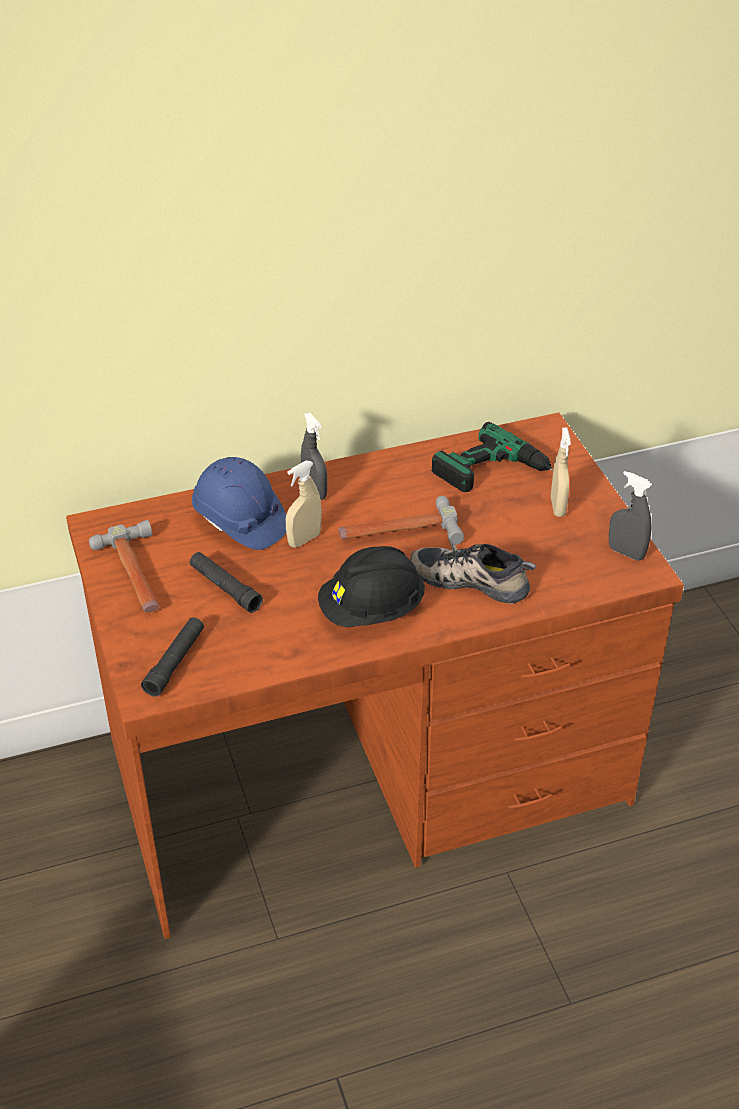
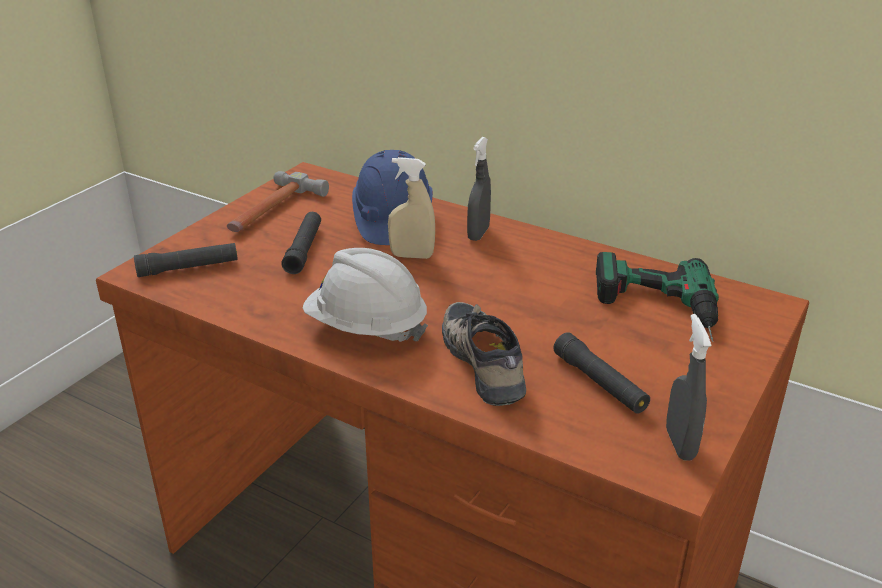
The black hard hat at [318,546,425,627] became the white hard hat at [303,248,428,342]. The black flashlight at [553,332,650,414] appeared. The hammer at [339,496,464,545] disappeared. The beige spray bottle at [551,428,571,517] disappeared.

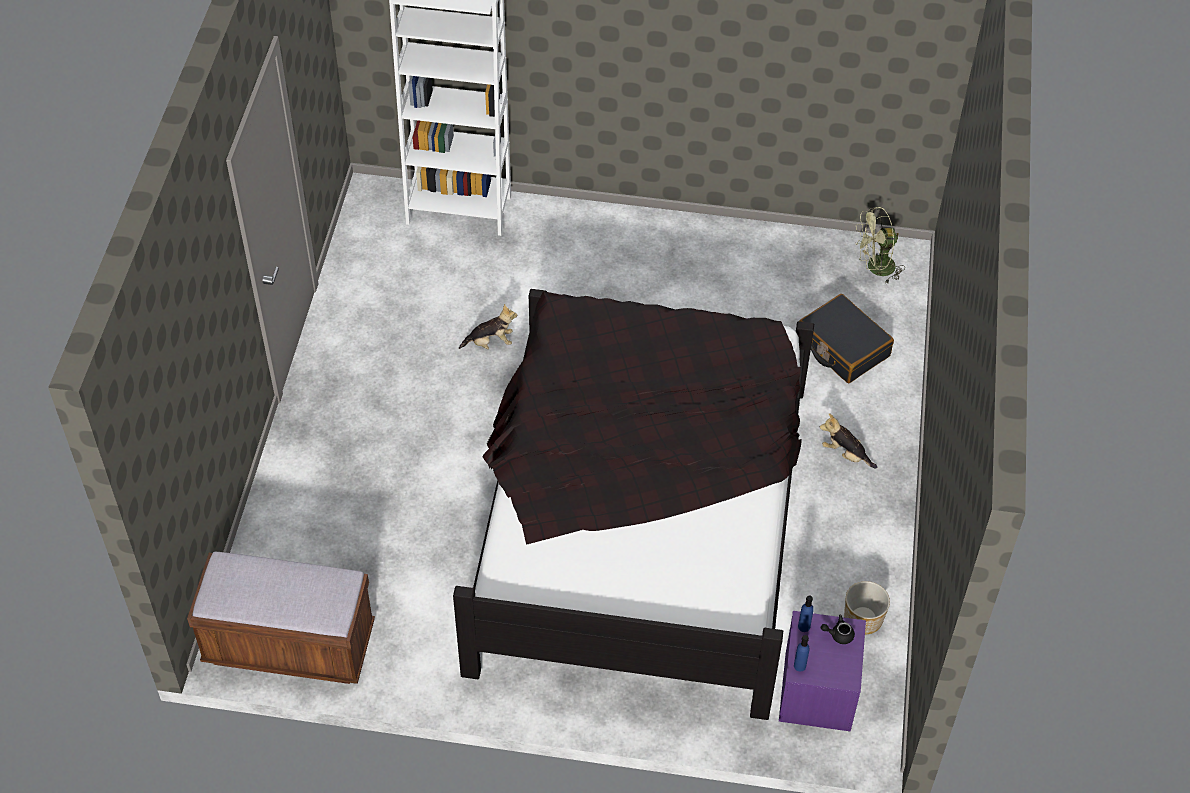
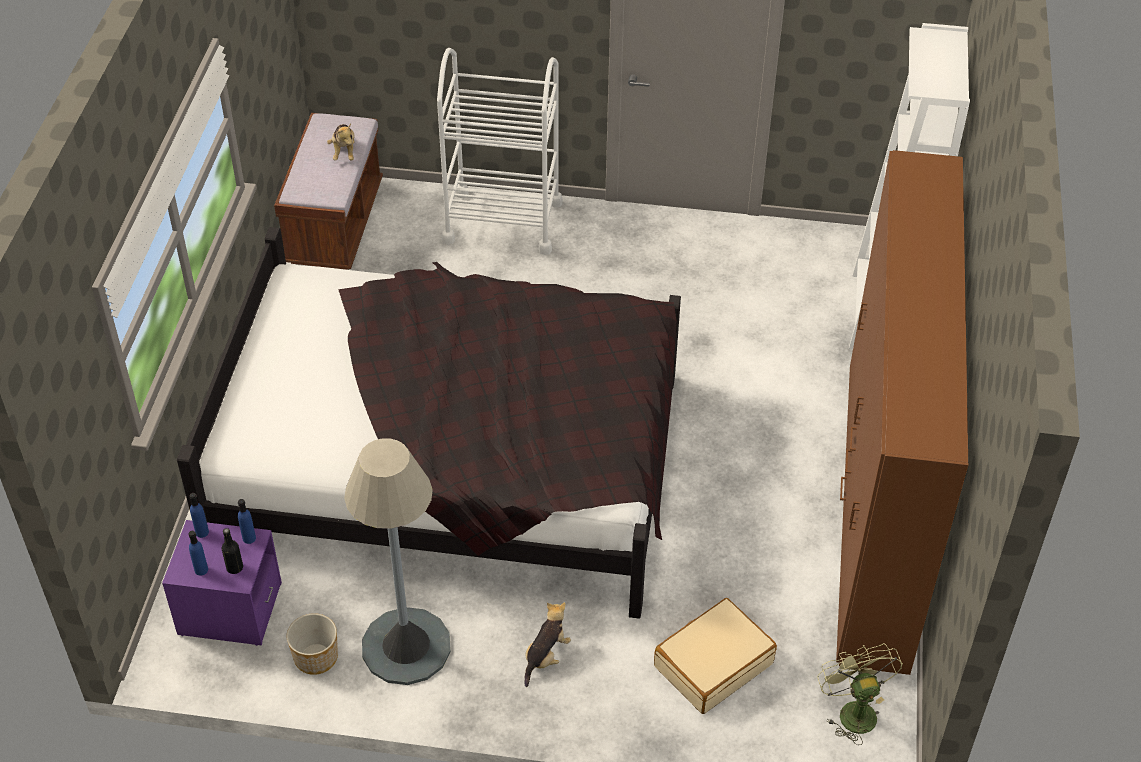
The blue bottle at [188,531,208,576] appeared. The black teapot at [821,615,855,644] was replaced by the black bottle at [222,528,243,574]. The plush toy moved from [459,304,517,349] to [327,124,355,161]. The grey floor lamp at [344,438,451,685] appeared. The white cart at [437,48,563,255] appeared. The black suitcase at [800,294,894,383] became the beige suitcase at [654,598,777,714]. The brown wardrobe at [836,150,968,675] appeared.

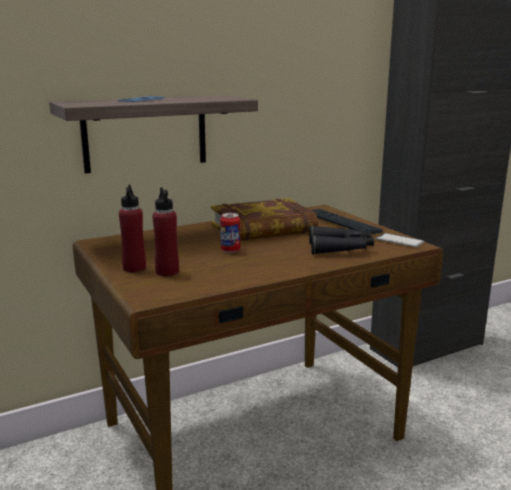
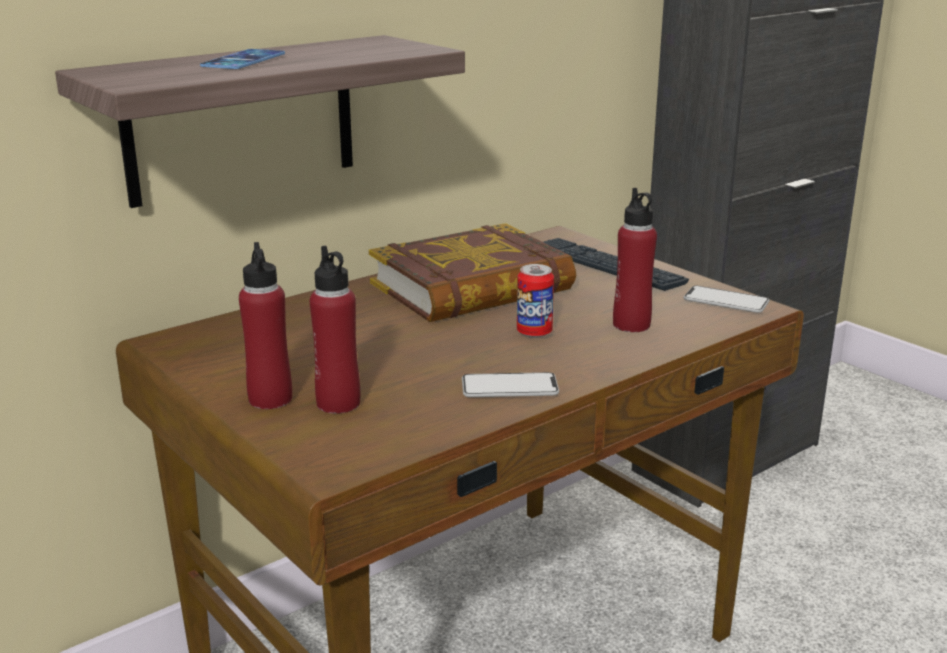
The phone at [462,372,559,397] appeared. The can moved from [220,213,240,253] to [517,264,554,338]. The black binoculars at [309,226,374,255] was replaced by the red bottle at [613,188,657,332].

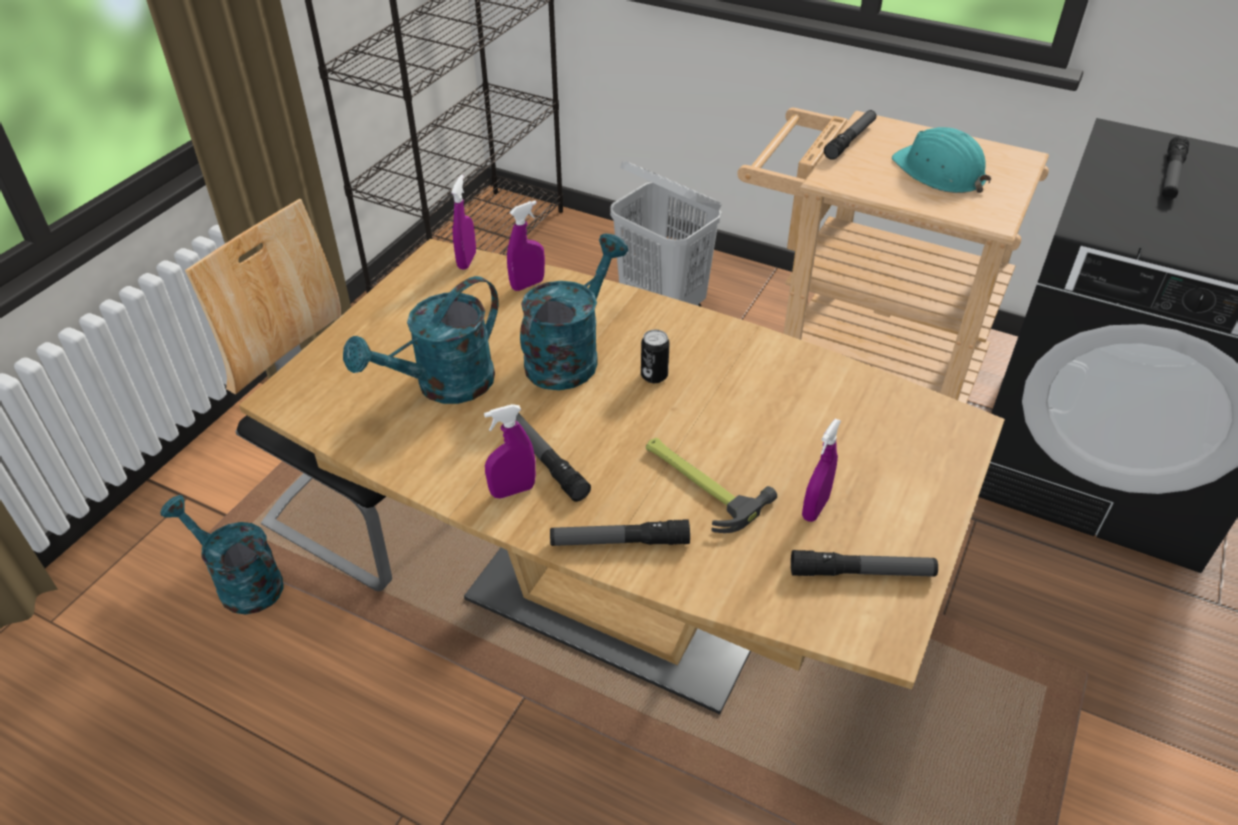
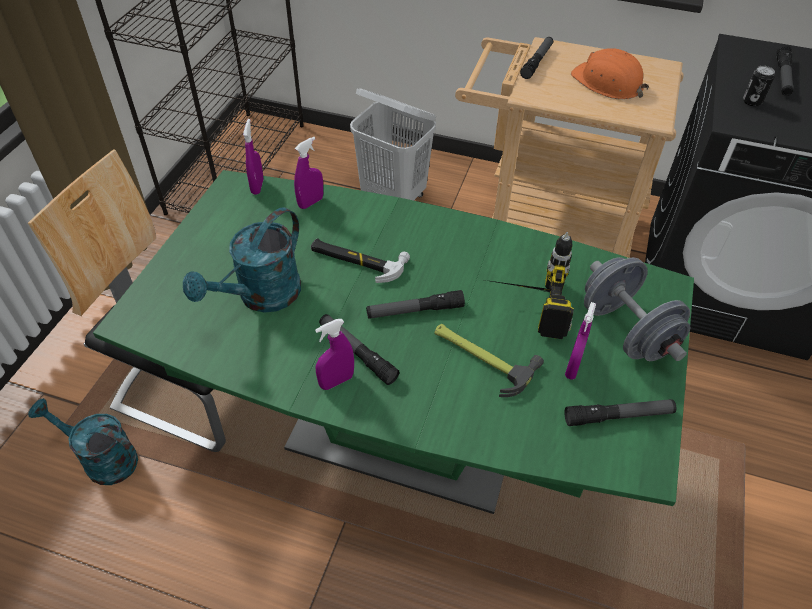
The brown dining table at [239,239,1005,714] became the green dining table at [93,170,694,514]. The turquoise watering can at [520,233,628,390] was replaced by the hammer at [311,238,410,283]. The flashlight moved from [550,519,690,546] to [366,290,465,319]. The power drill at [486,232,574,339] appeared. The turquoise hard hat at [892,126,991,193] became the orange hard hat at [571,48,649,99]. The grey dumbbell at [584,257,690,361] appeared. The can moved from [641,330,670,383] to [743,66,775,106].

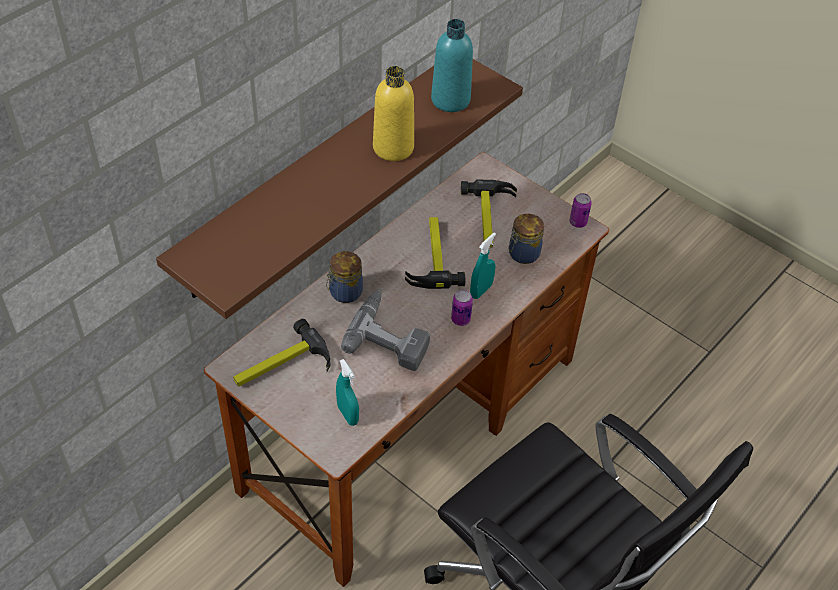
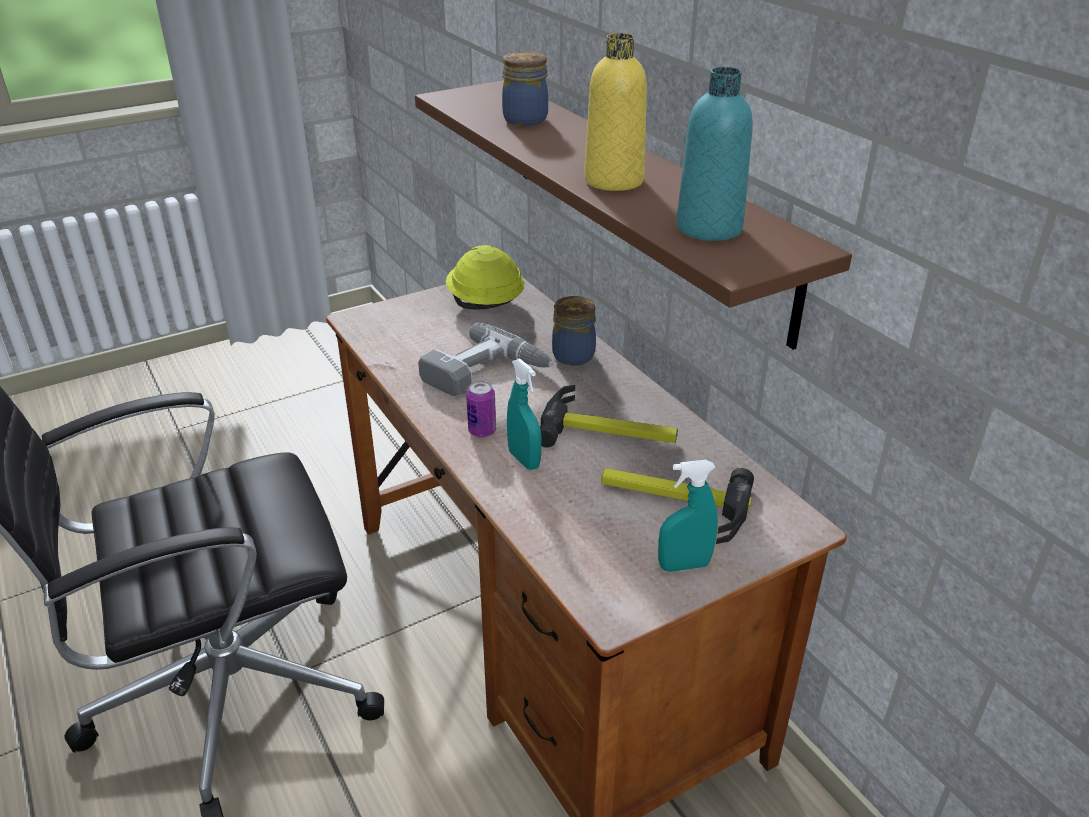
The hammer at [233,319,330,387] was replaced by the yellow hard hat at [446,245,525,310]. The jar moved from [508,214,544,264] to [502,52,548,126]. The turquoise spray bottle moved from [336,359,359,426] to [658,460,718,572]. The can at [570,193,592,228] disappeared.

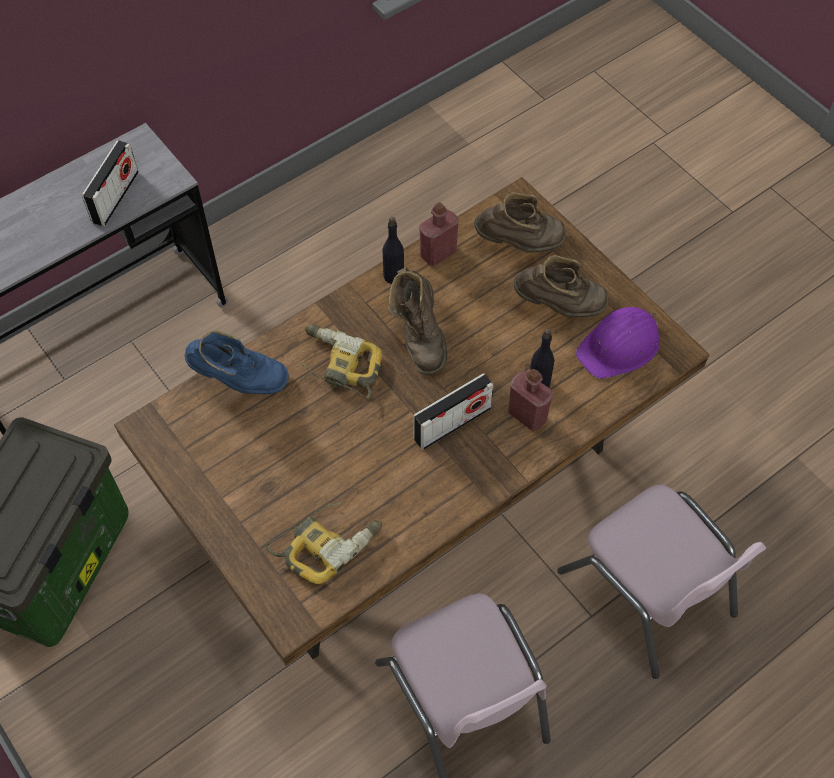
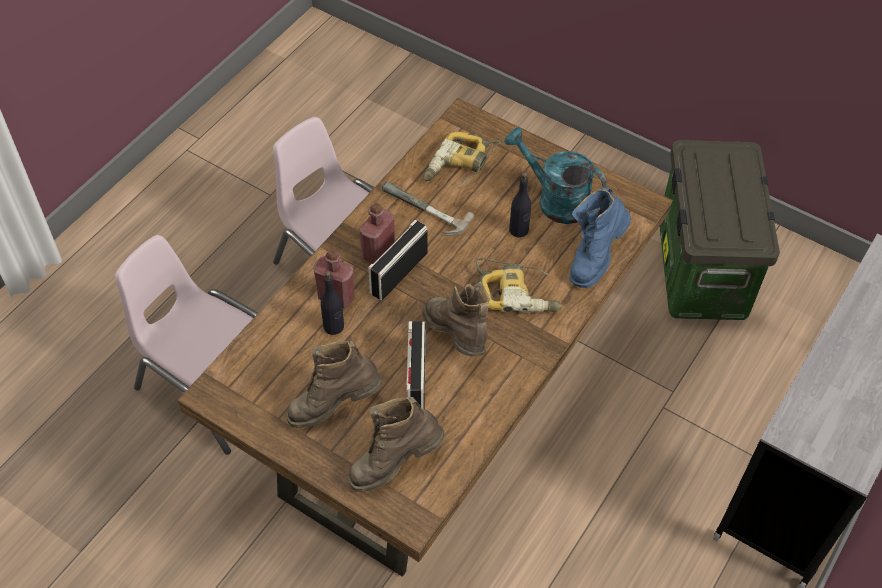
The red bottle moved from [419,202,459,266] to [359,203,395,264]. The hammer at [382,182,475,236] appeared. The radio moved from [82,140,139,226] to [407,321,426,409]. The turquoise watering can at [504,127,607,224] appeared. The black bottle moved from [383,217,404,284] to [509,172,531,237]. The blue boot at [185,330,289,394] turned 45 degrees counterclockwise. The purple hard hat at [576,307,660,379] disappeared.

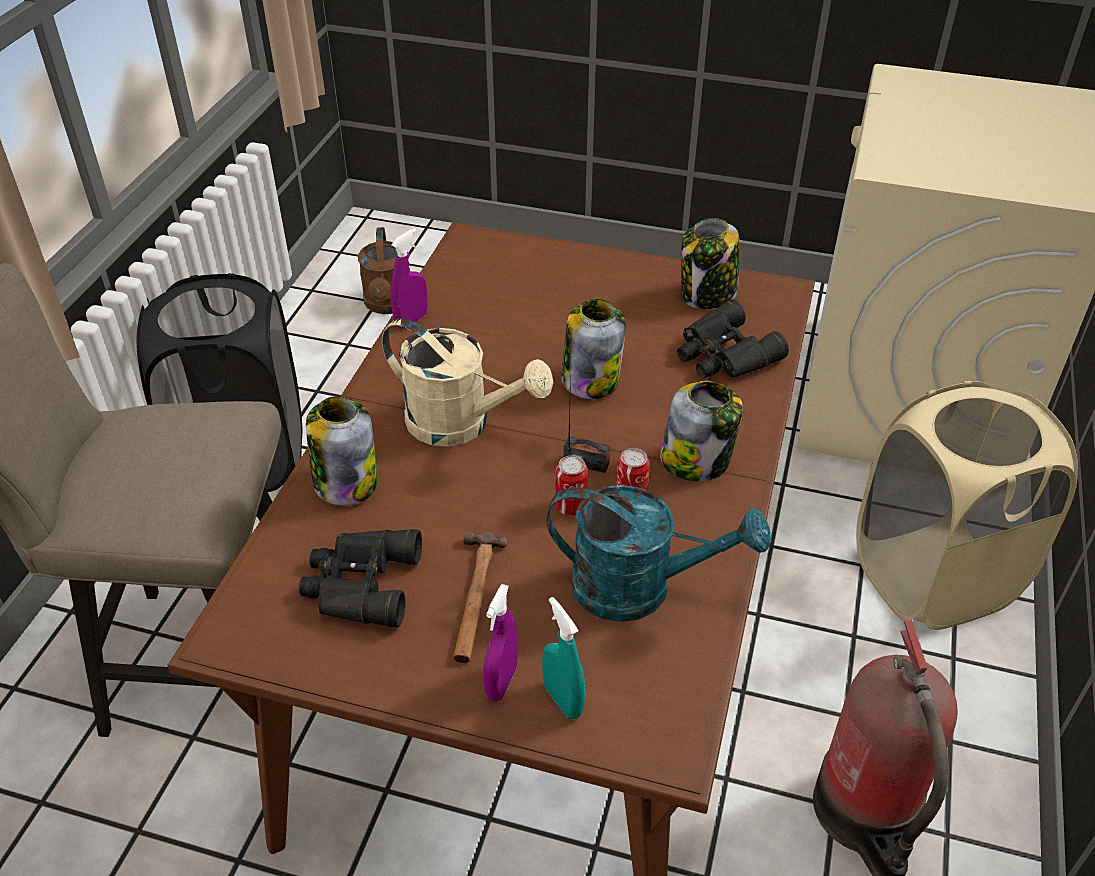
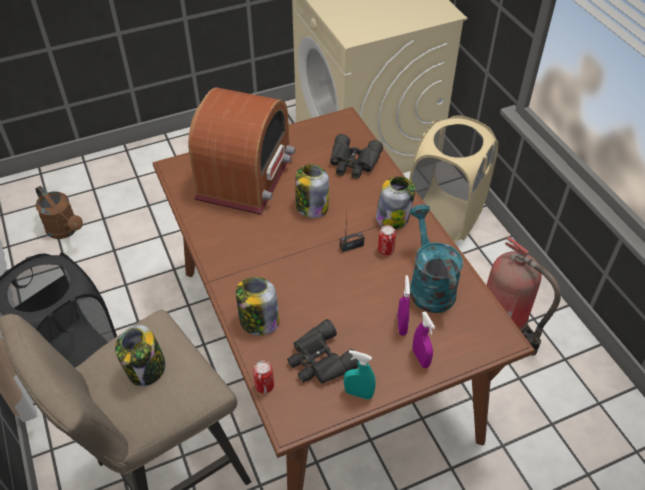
The jar moved from [681,218,739,309] to [115,325,166,387]. The radio at [188,87,295,215] appeared. The can moved from [555,455,588,516] to [253,361,274,394]. The turquoise spray bottle moved from [542,597,585,719] to [344,350,376,400]. The purple spray bottle moved from [390,228,428,329] to [397,275,410,336]. The turquoise watering can at [546,485,771,622] turned 75 degrees counterclockwise. The beige watering can at [382,318,553,447] disappeared. The hammer at [453,531,507,663] disappeared.

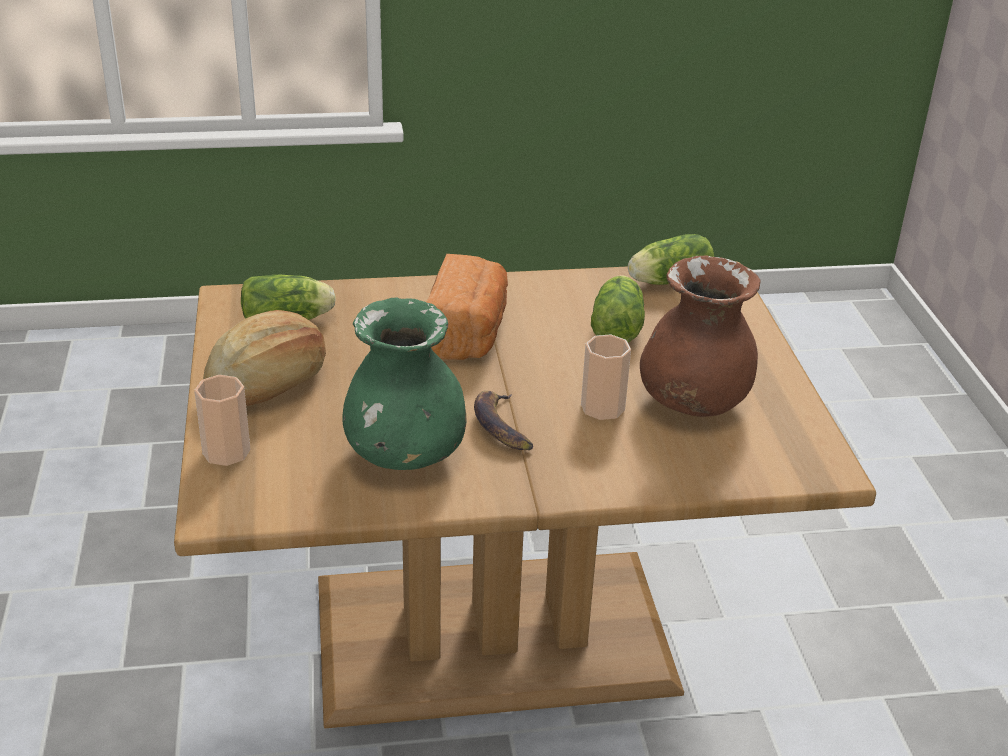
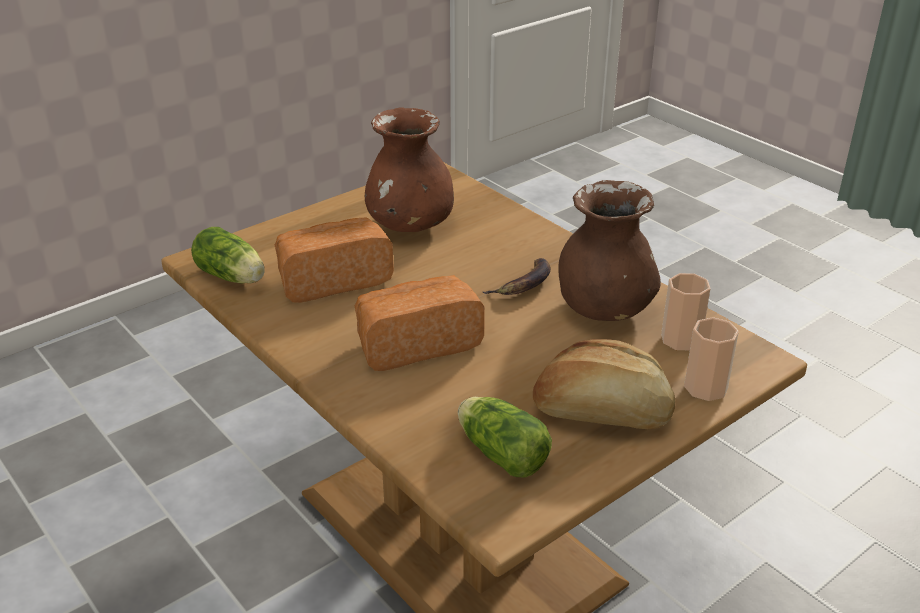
The lettuce at [591,275,645,342] was replaced by the bread at [274,217,394,303]. The green vase at [342,298,466,470] became the brown vase at [558,180,661,321]. The cup moved from [581,334,631,420] to [661,273,711,350].

